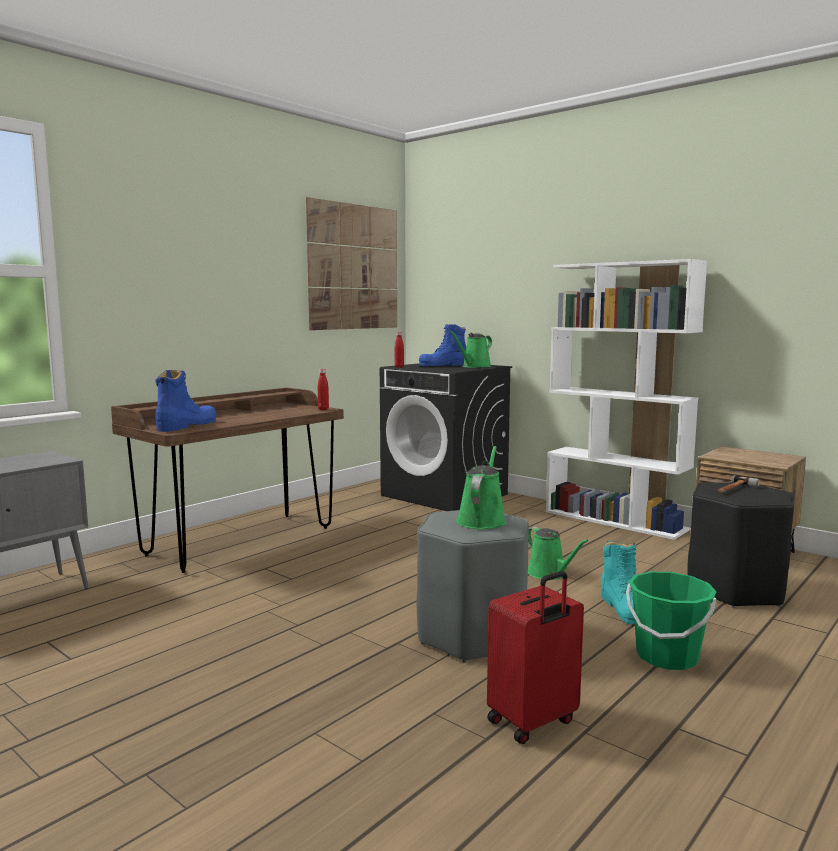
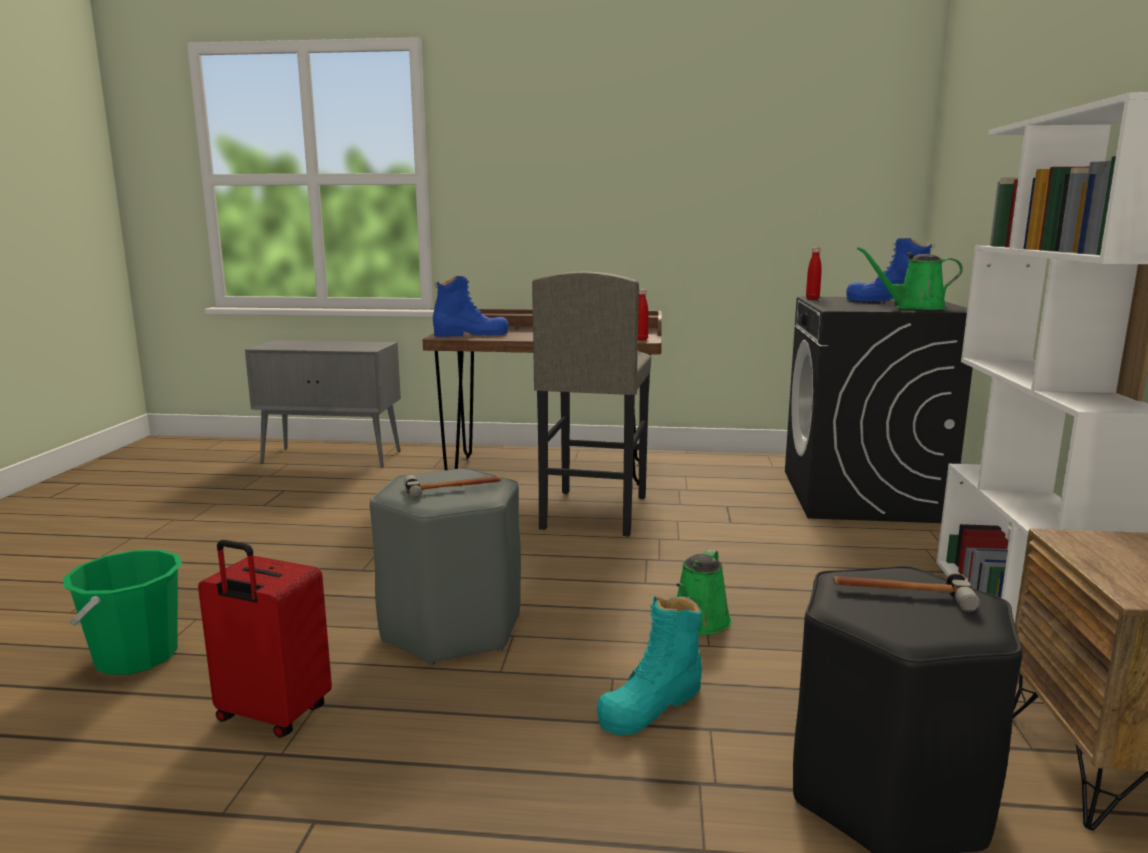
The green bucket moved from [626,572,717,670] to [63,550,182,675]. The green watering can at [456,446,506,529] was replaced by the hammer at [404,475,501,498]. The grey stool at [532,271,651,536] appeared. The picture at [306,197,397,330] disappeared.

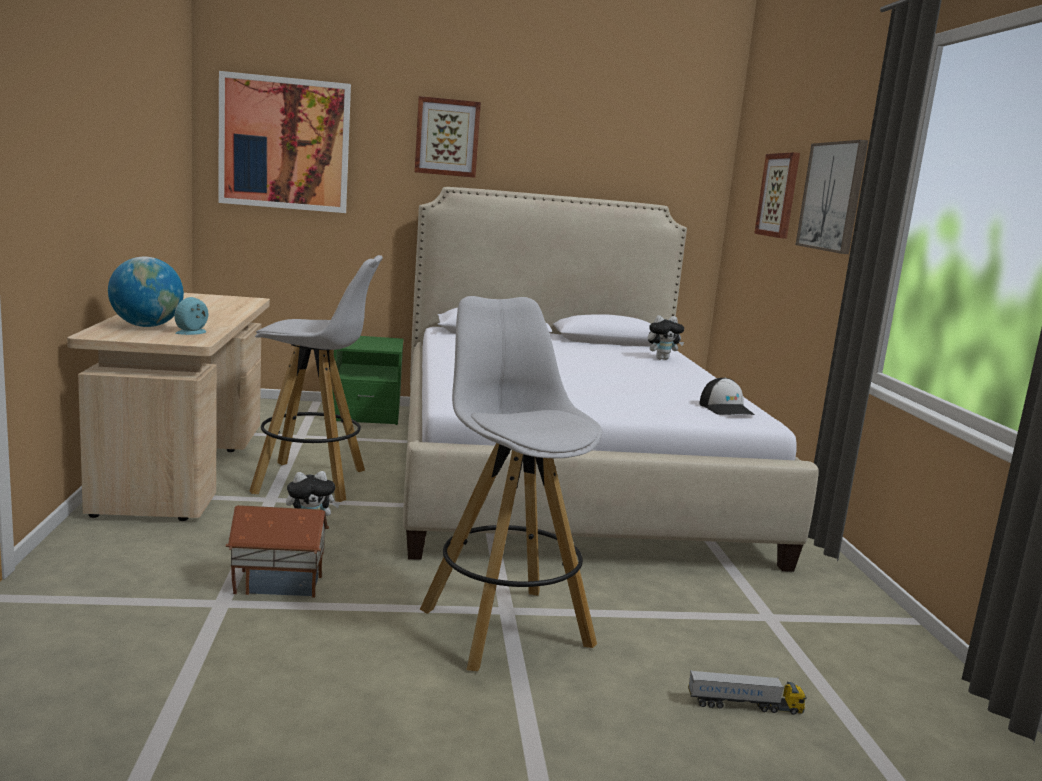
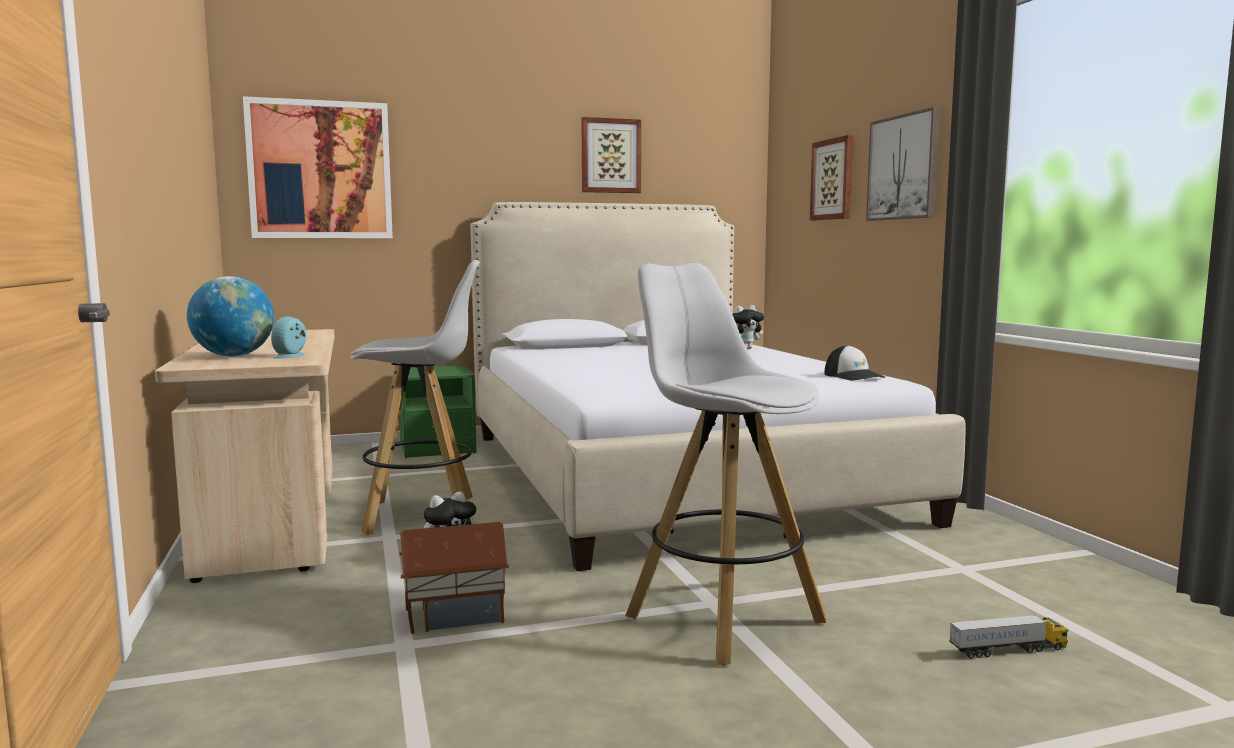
The picture moved from [415,96,481,178] to [581,117,641,193].

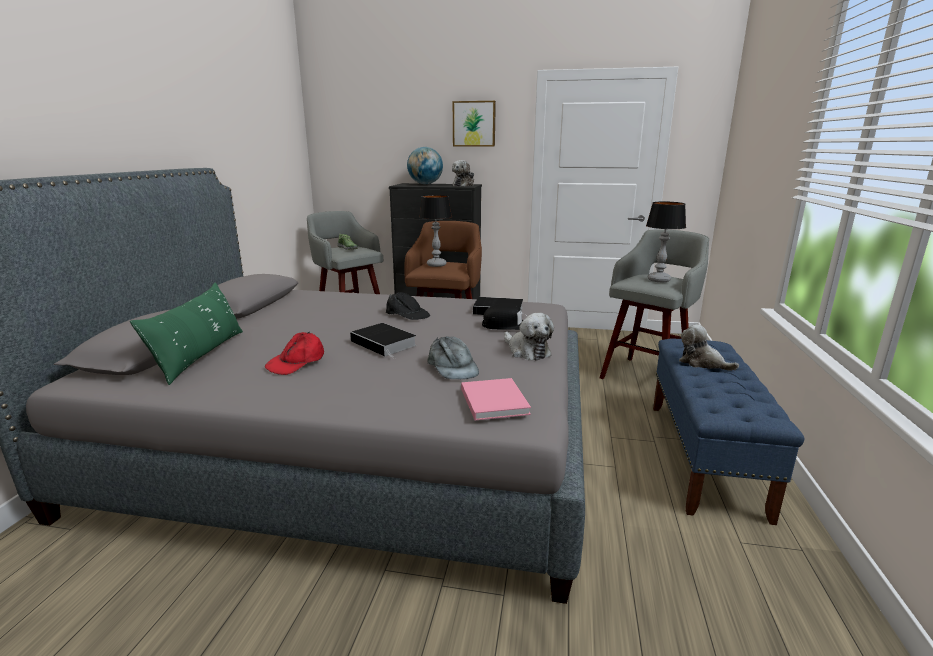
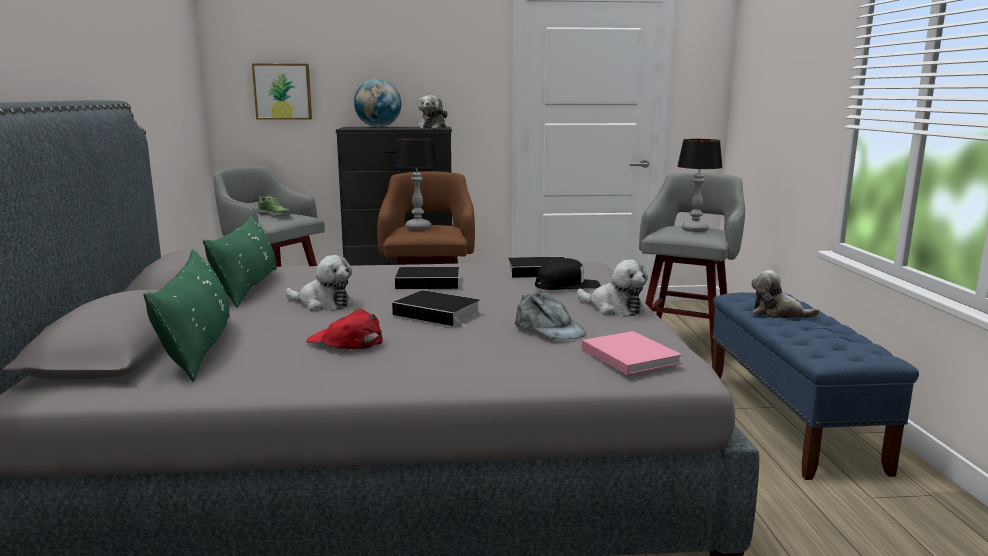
The green pillow at [203,215,277,308] appeared. The picture moved from [453,101,496,146] to [252,64,312,120]. The plush toy at [285,255,353,311] appeared. The red cap at [265,332,324,375] turned 105 degrees clockwise. The black cap at [386,292,430,320] was replaced by the book at [395,267,470,289].

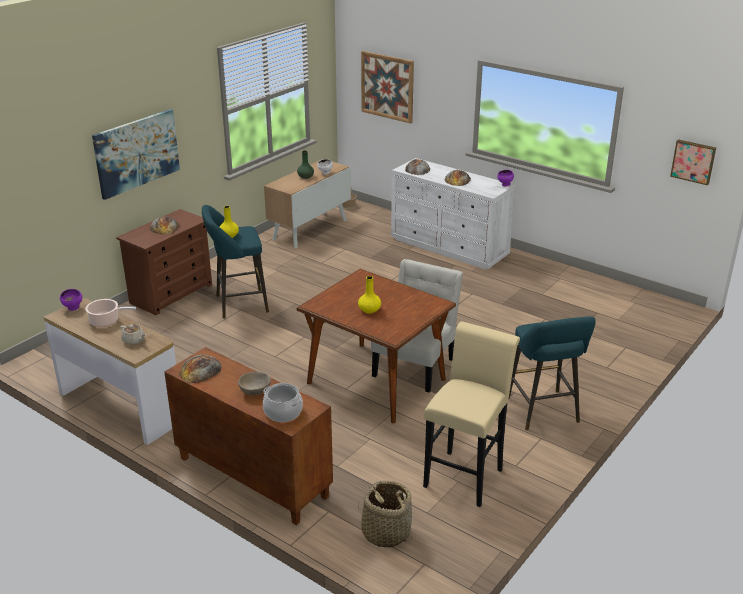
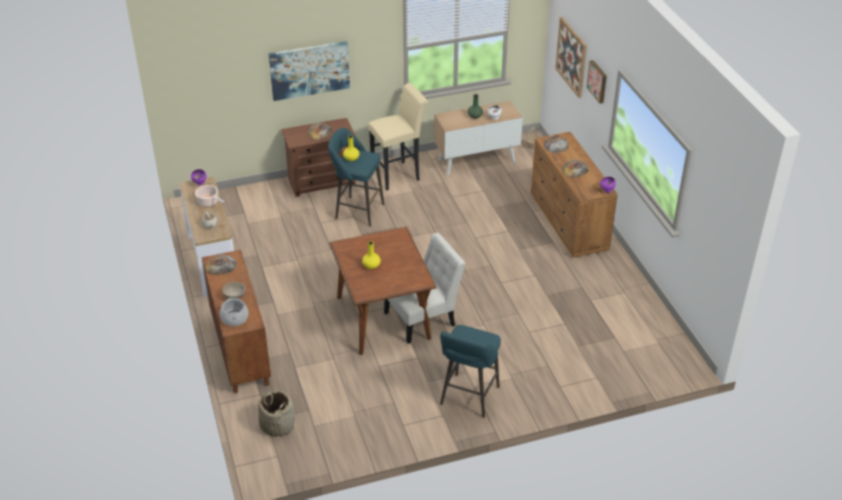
The beige stool moved from [423,321,520,507] to [368,83,428,190]. The white dresser at [391,158,516,270] became the brown dresser at [531,132,618,258]. The picture moved from [670,139,716,185] to [587,60,607,104].

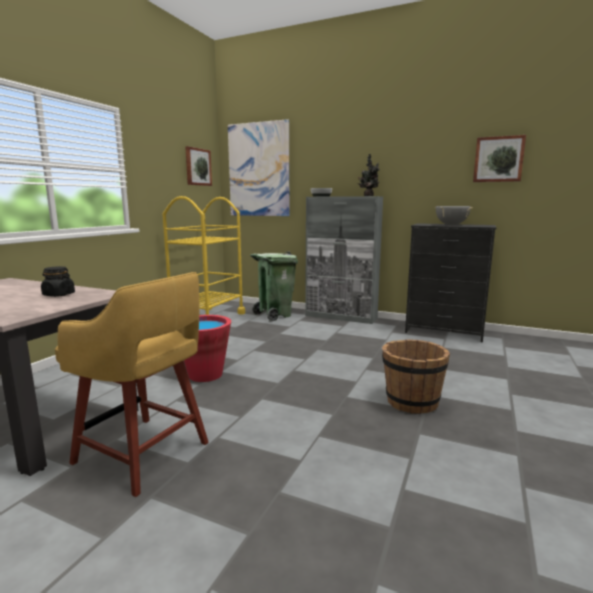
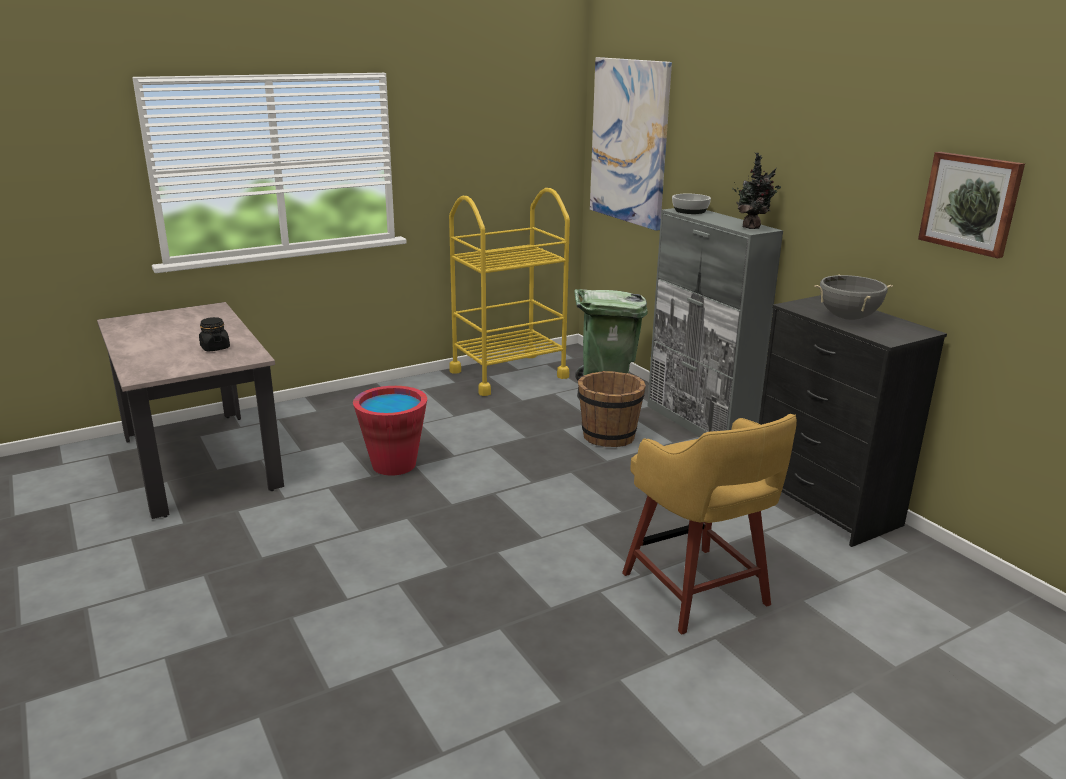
The brown bucket moved from [382,339,450,414] to [578,371,646,447]. The yellow stool moved from [55,272,209,497] to [622,414,797,635]. The picture at [185,146,212,186] disappeared.

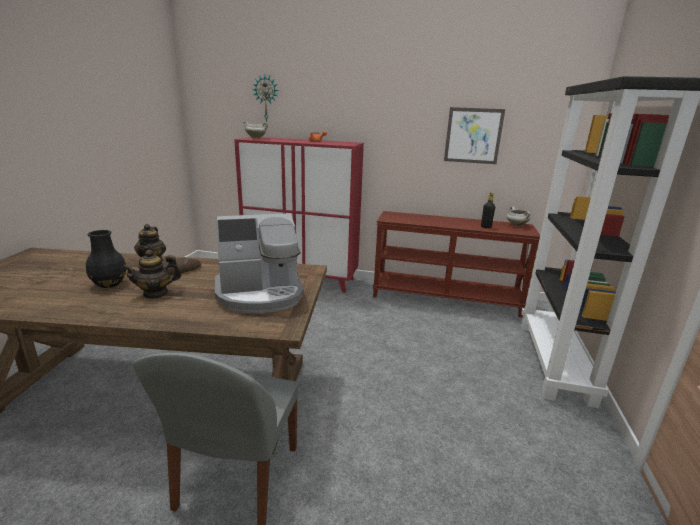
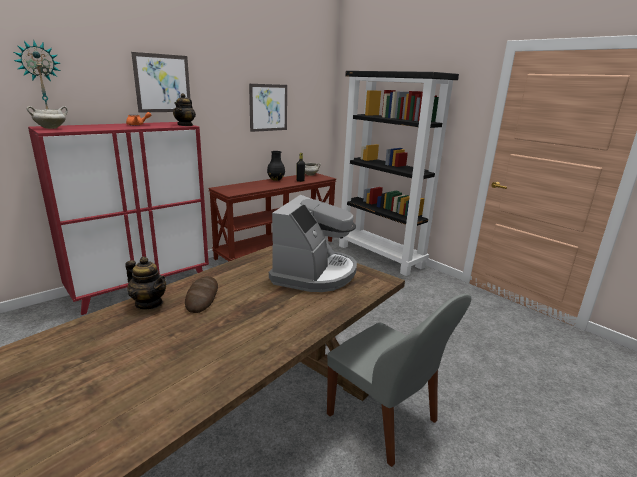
The picture at [131,52,190,113] appeared. The teapot moved from [122,250,182,299] to [173,93,196,126]. The black vase moved from [86,230,127,288] to [267,151,285,181].

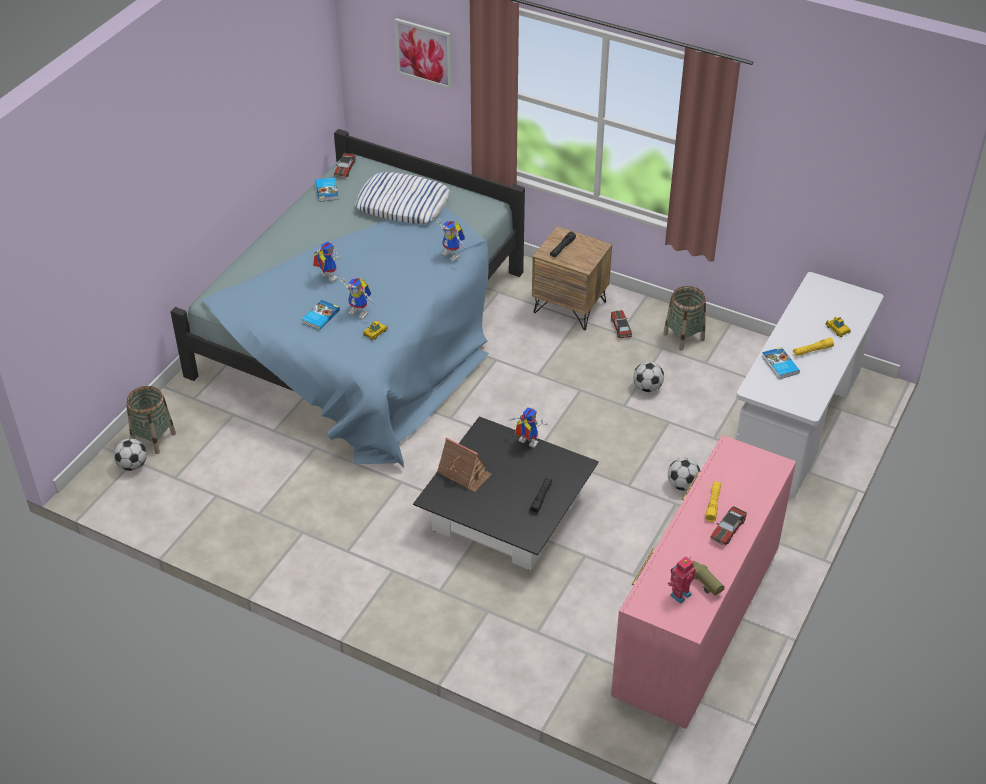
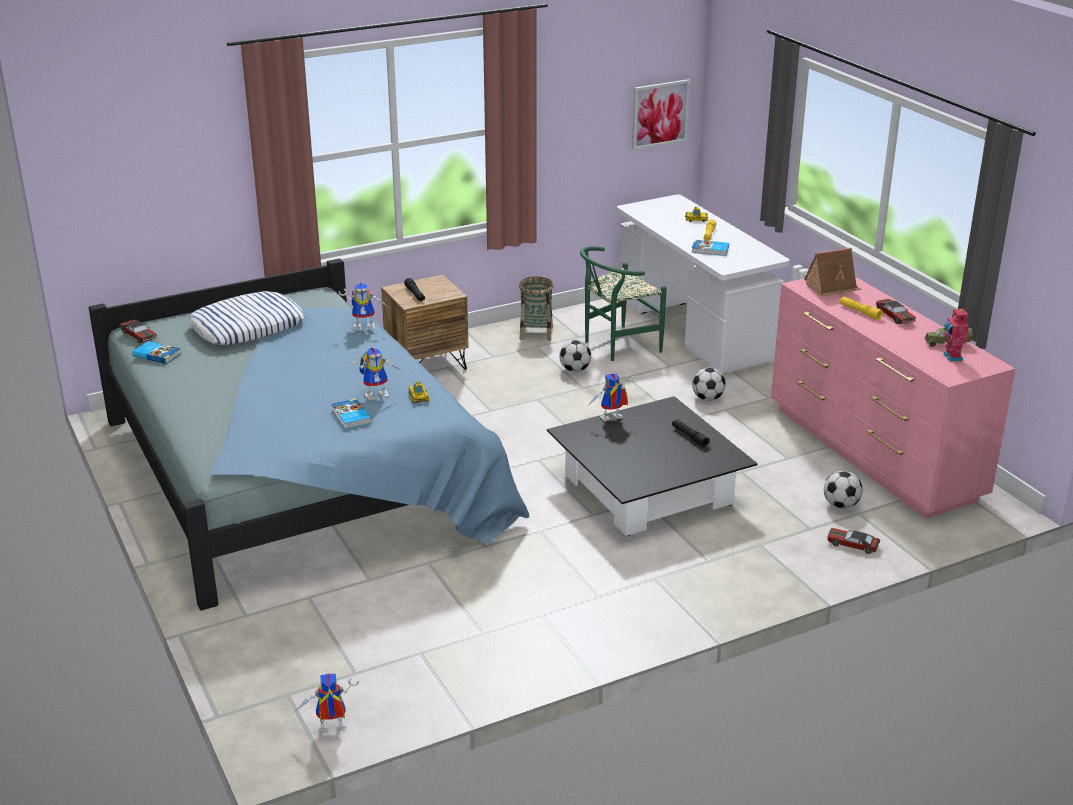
The toy robot moved from [313,241,340,282] to [297,673,359,731]. The green chair at [580,246,667,361] appeared. The picture moved from [395,18,452,89] to [632,79,690,150]. The toy house moved from [437,437,491,492] to [804,248,862,296]. The football moved from [113,438,147,471] to [824,471,862,509]. The toy car moved from [611,310,632,338] to [827,528,881,554]. The basket at [126,386,176,454] disappeared.

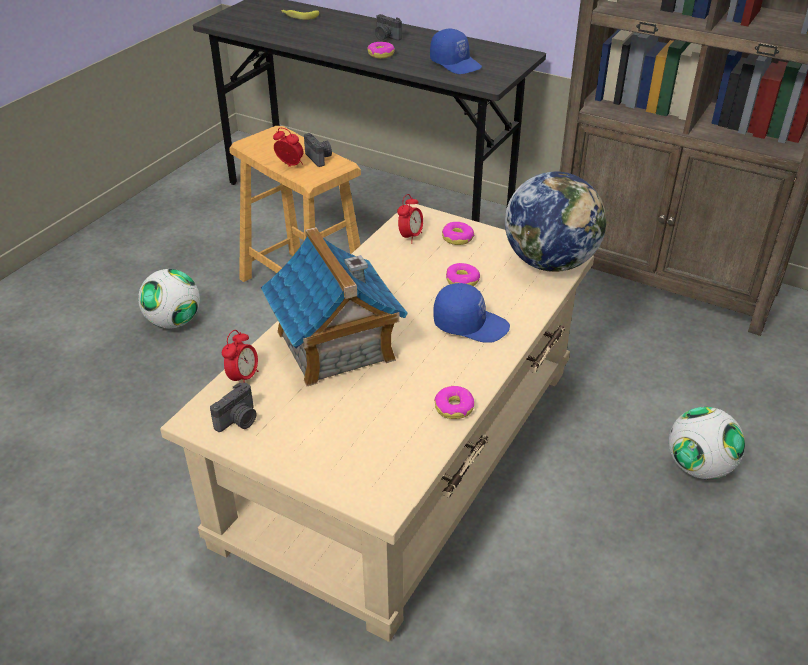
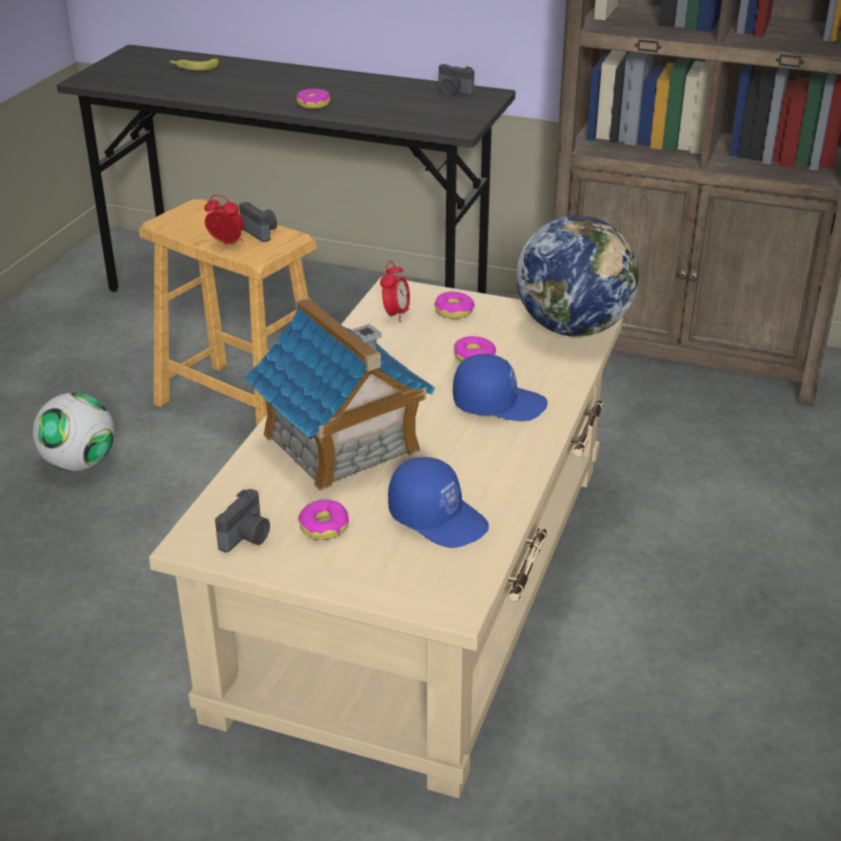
The donut moved from [434,386,474,419] to [298,500,349,540]. The blue cap moved from [430,29,482,74] to [388,457,489,548]. The photo camera moved from [375,14,402,41] to [439,64,474,96]. The alarm clock at [222,330,258,383] disappeared. The football at [669,407,745,479] disappeared.

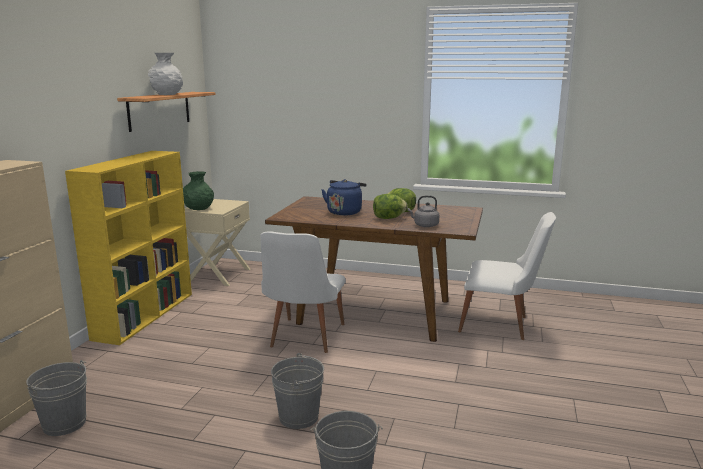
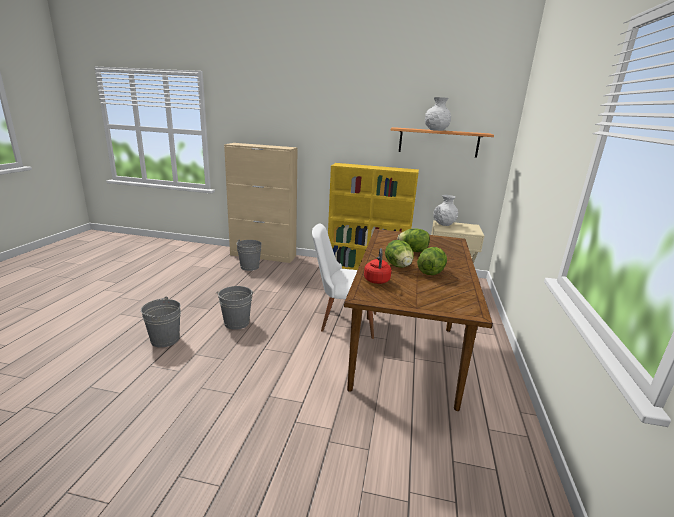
The grey kettle at [408,195,439,227] became the red kettle at [364,249,391,284]. The blue kettle at [321,179,366,215] was replaced by the lettuce at [397,228,430,252]. The green vase at [183,171,214,210] became the white vase at [433,195,458,226]. The white chair at [458,212,556,340] disappeared.

